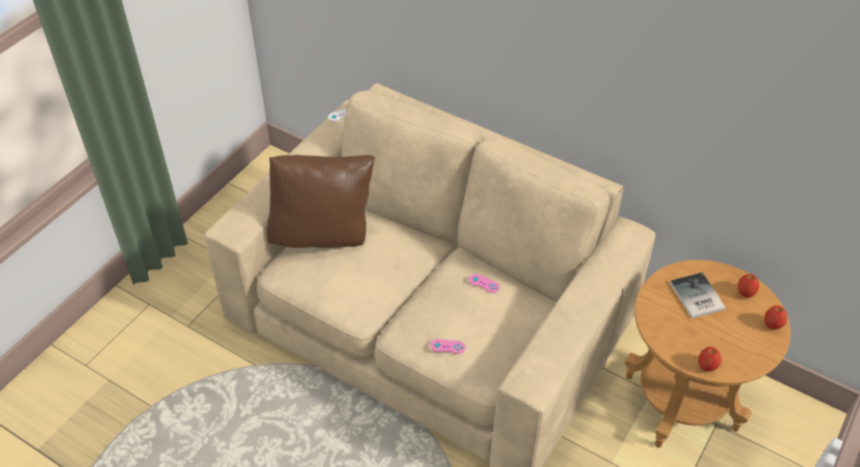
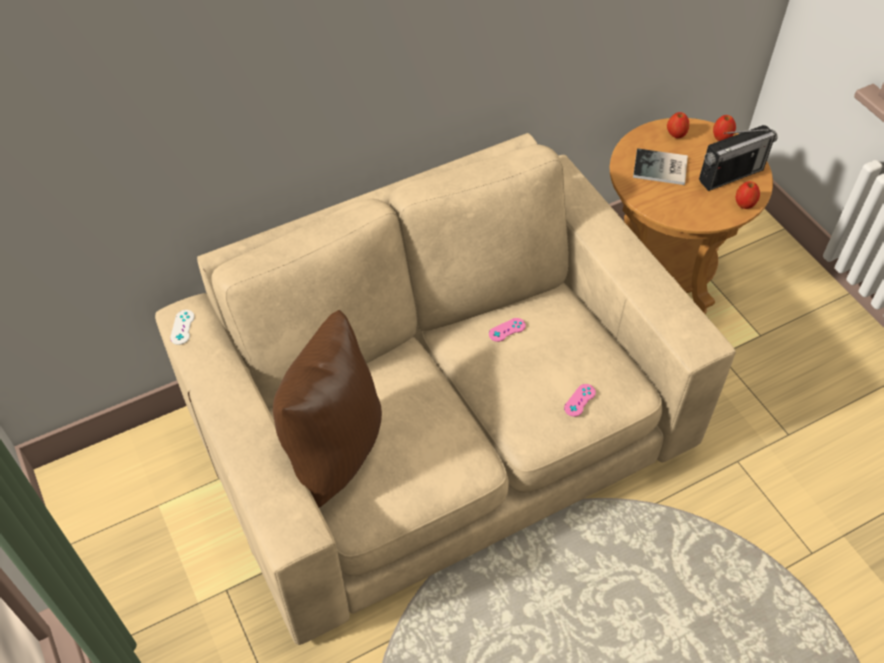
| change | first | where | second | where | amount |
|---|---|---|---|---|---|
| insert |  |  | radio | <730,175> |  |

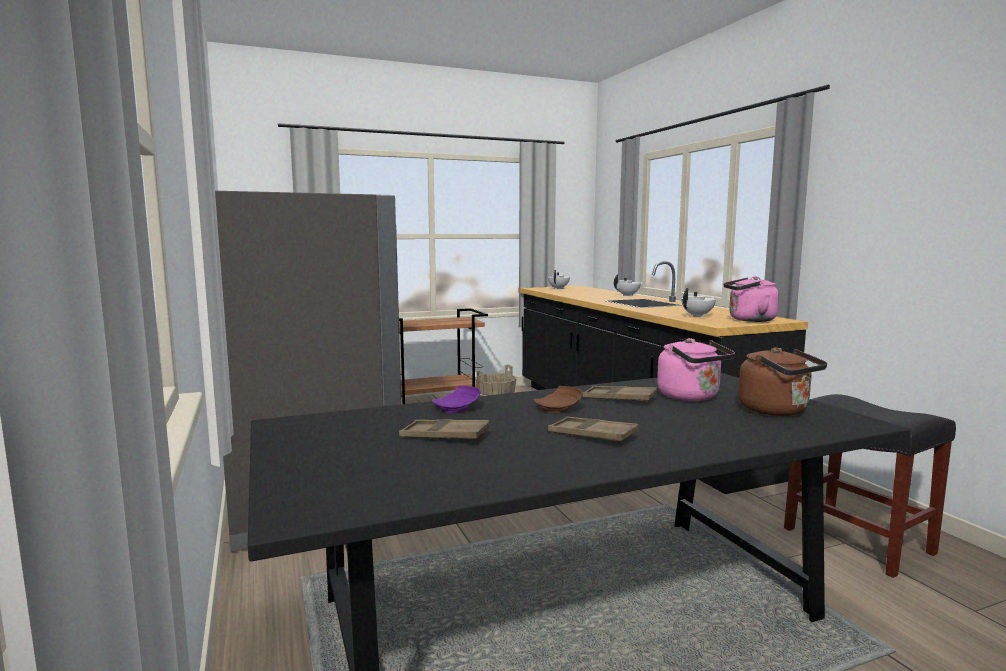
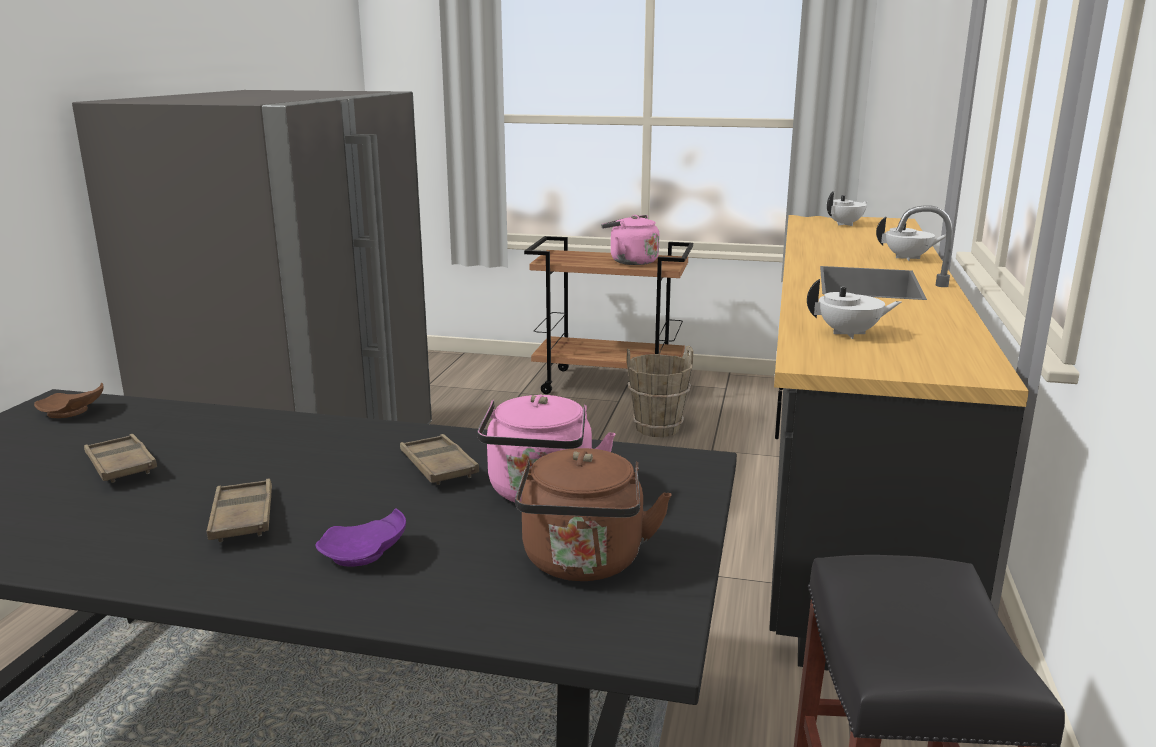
| change | first | where | second | where | amount |
|---|---|---|---|---|---|
| move | purple plate | <457,408> |  | <365,555> |  |
| move | brown plate | <558,409> |  | <72,413> |  |
| move | pink kettle | <749,320> |  | <630,261> |  |

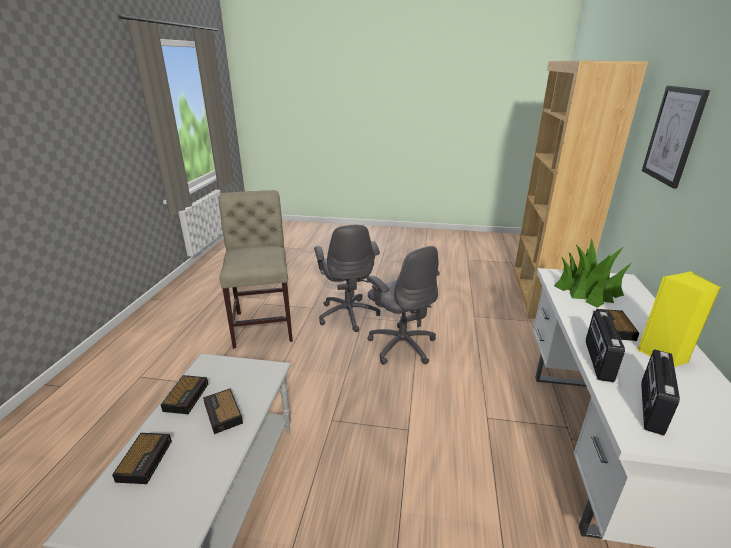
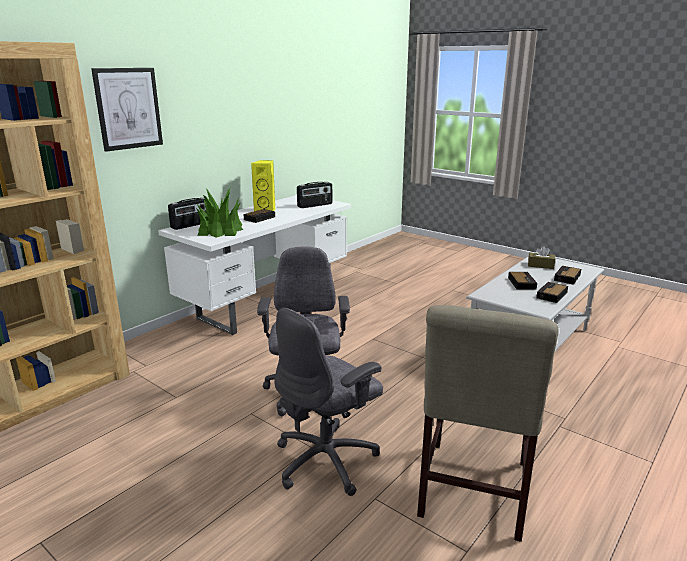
| change | first | where | second | where | amount |
|---|---|---|---|---|---|
| rotate | grey office chair | <348,314> |  | <327,460> | 150 degrees counterclockwise |
| move | radio | <597,360> |  | <191,225> |  |
| insert |  |  | brown tissue box | <540,265> |  |

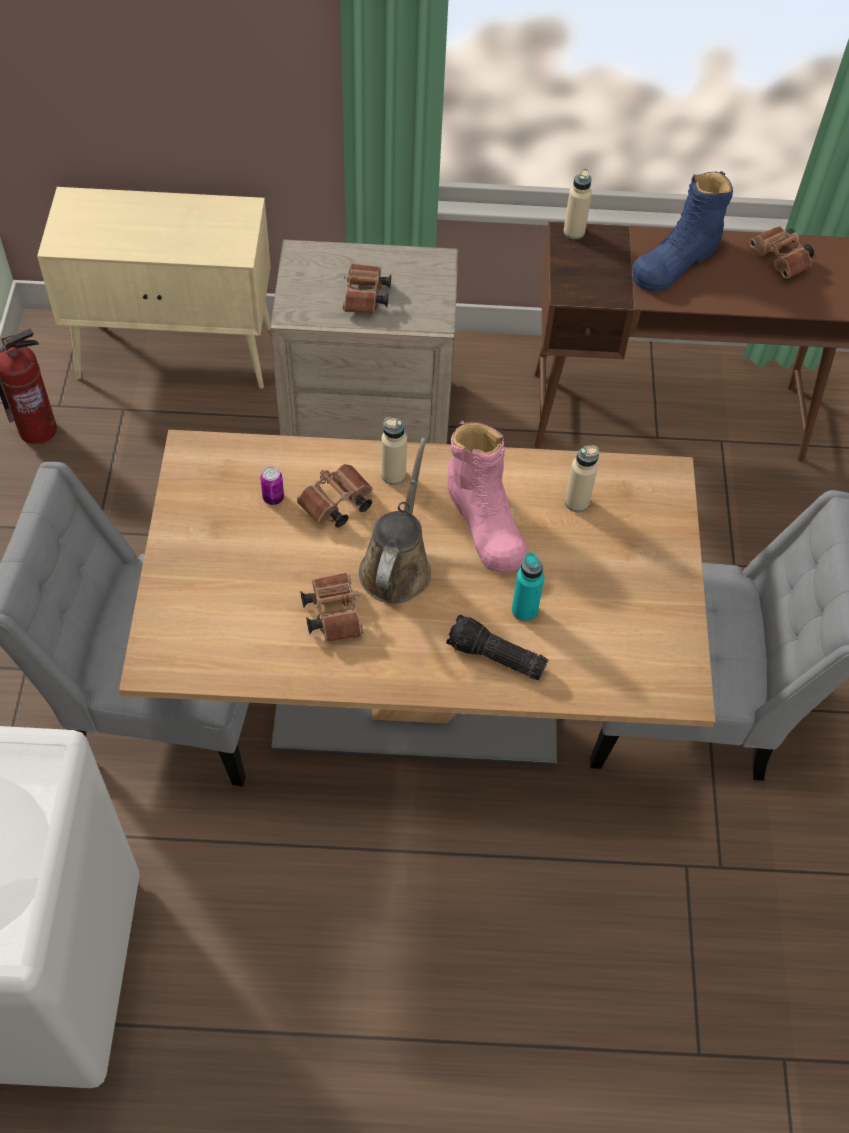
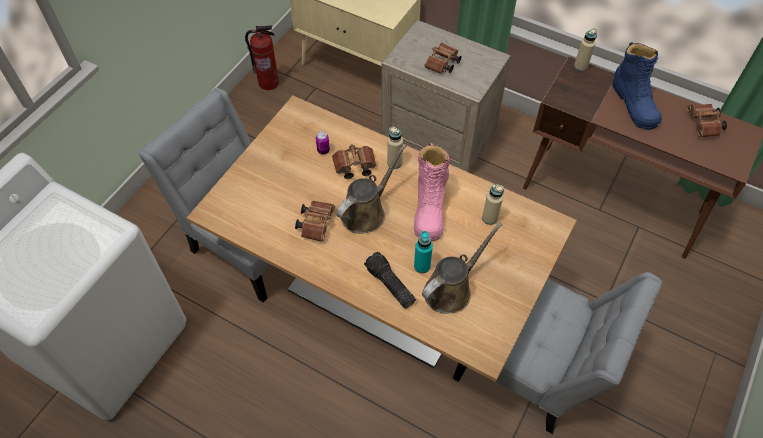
| change | first | where | second | where | amount |
|---|---|---|---|---|---|
| rotate | blue boot | <676,261> |  | <634,103> | 90 degrees counterclockwise |
| insert |  |  | brown watering can | <451,289> |  |

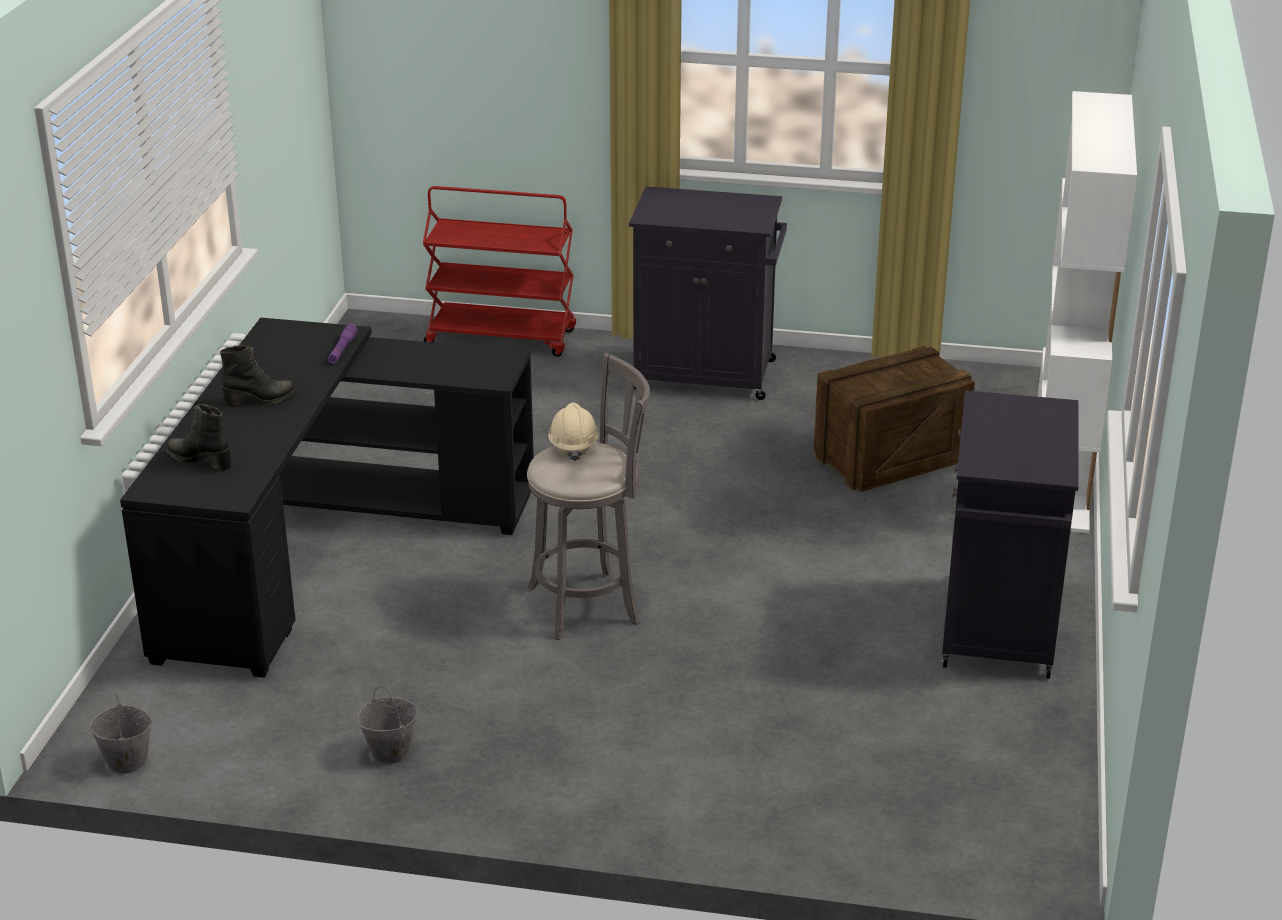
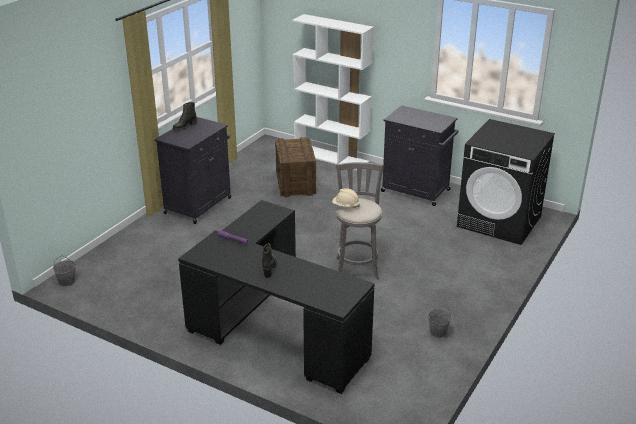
| change | first | where | second | where | amount |
|---|---|---|---|---|---|
| move | grey bucket | <126,761> |  | <67,282> |  |
| move | black boot | <200,460> |  | <184,127> |  |
| delete | red cart | <502,337> |  |  |  |
| insert |  |  | black washing machine | <499,221> |  |

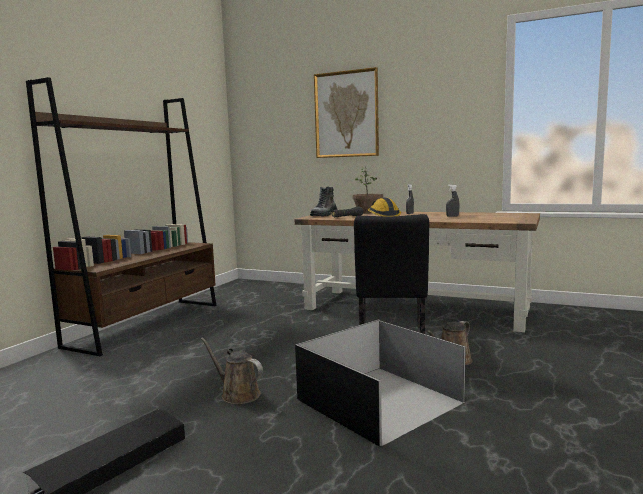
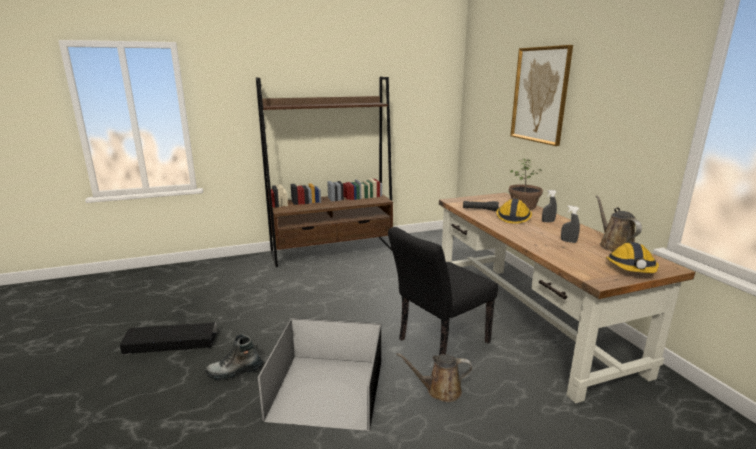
| change | first | where | second | where | amount |
|---|---|---|---|---|---|
| move | brown watering can | <237,394> |  | <614,245> |  |
| move | boot | <324,215> |  | <235,372> |  |
| insert |  |  | hard hat | <631,269> |  |

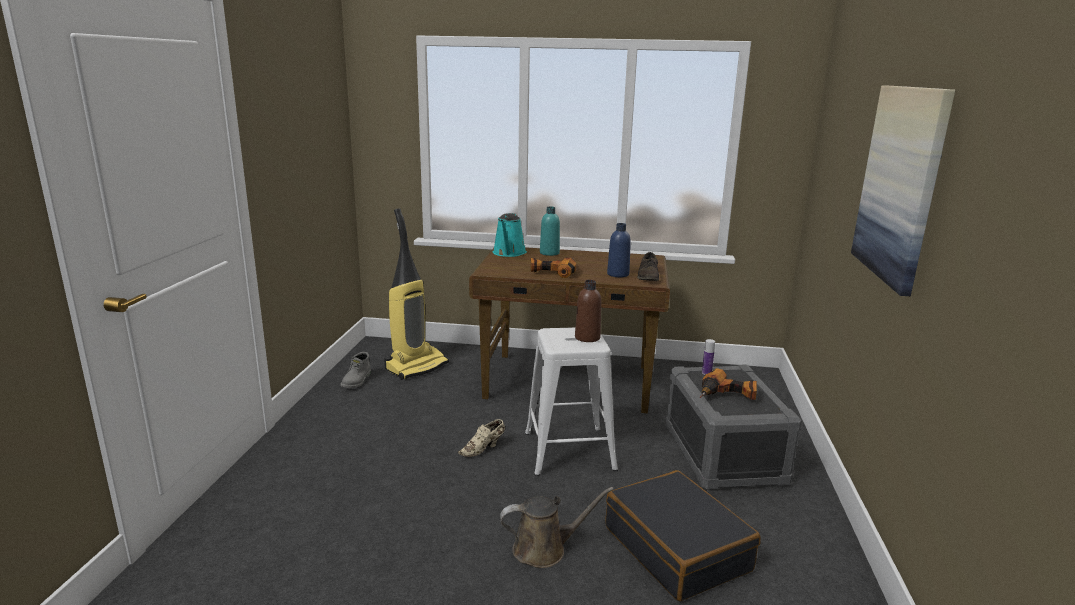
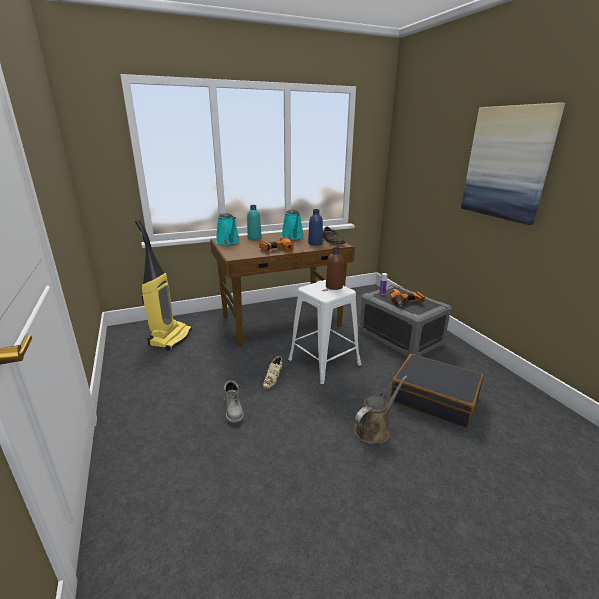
| change | first | where | second | where | amount |
|---|---|---|---|---|---|
| move | grey boot | <357,381> |  | <234,410> |  |
| insert |  |  | turquoise watering can | <293,237> |  |

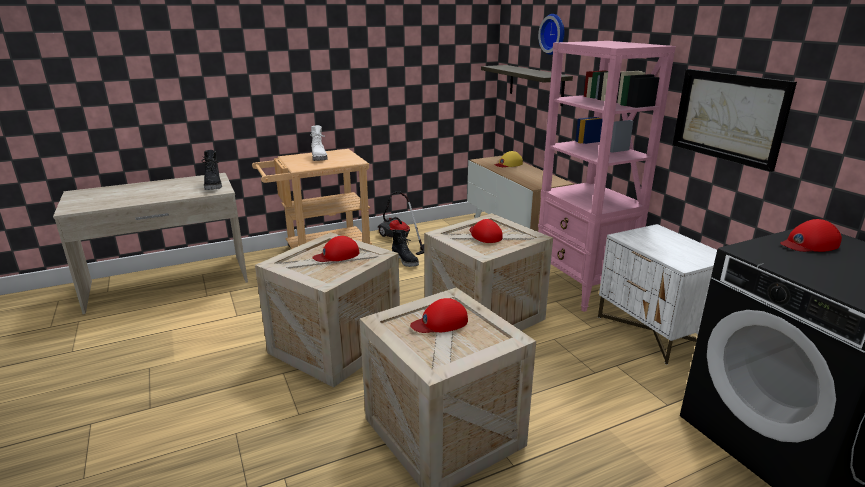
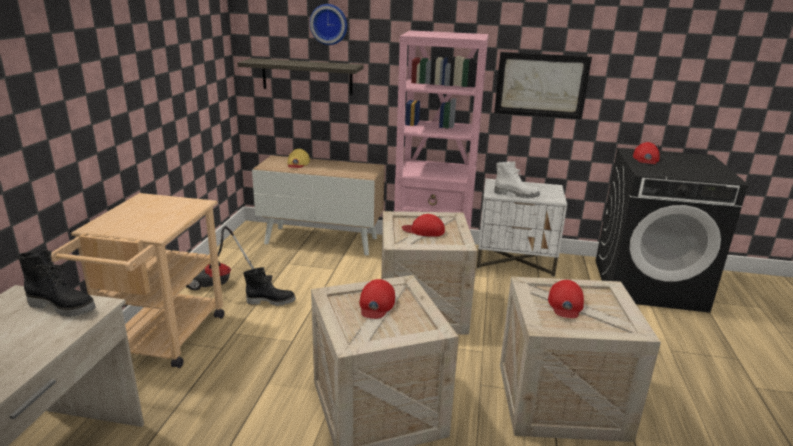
| change | first | where | second | where | amount |
|---|---|---|---|---|---|
| move | white boot | <319,158> |  | <516,194> |  |

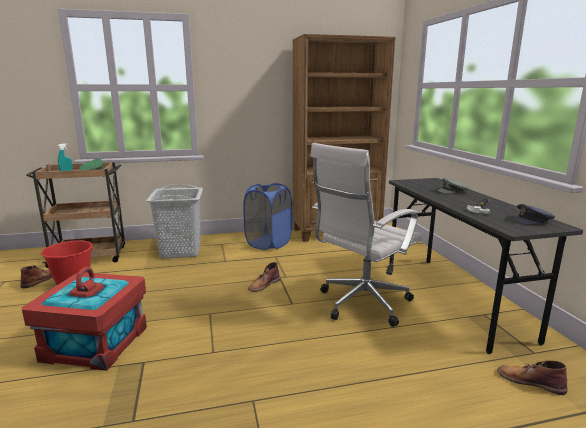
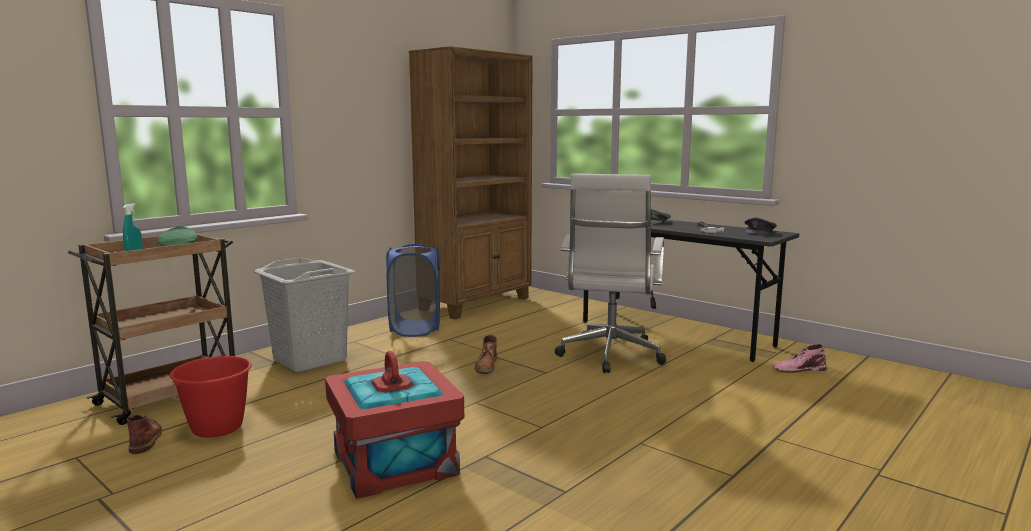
| change | first | where | second | where | amount |
|---|---|---|---|---|---|
| recolor | brown boot | <529,381> | pink boot | <798,369> |  |

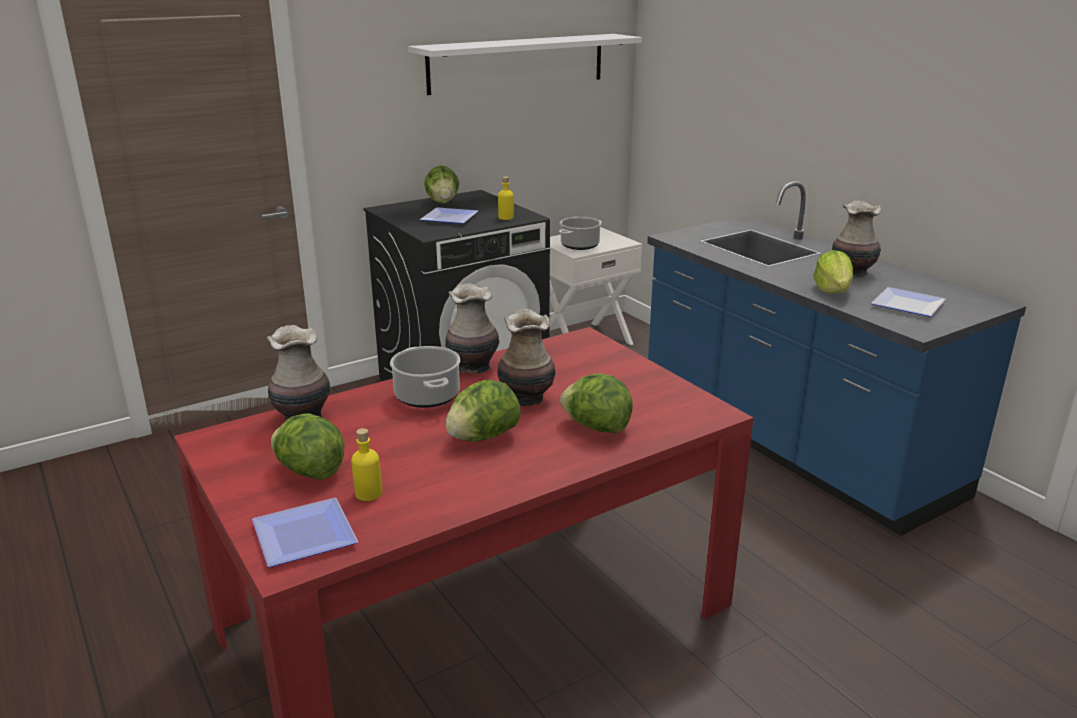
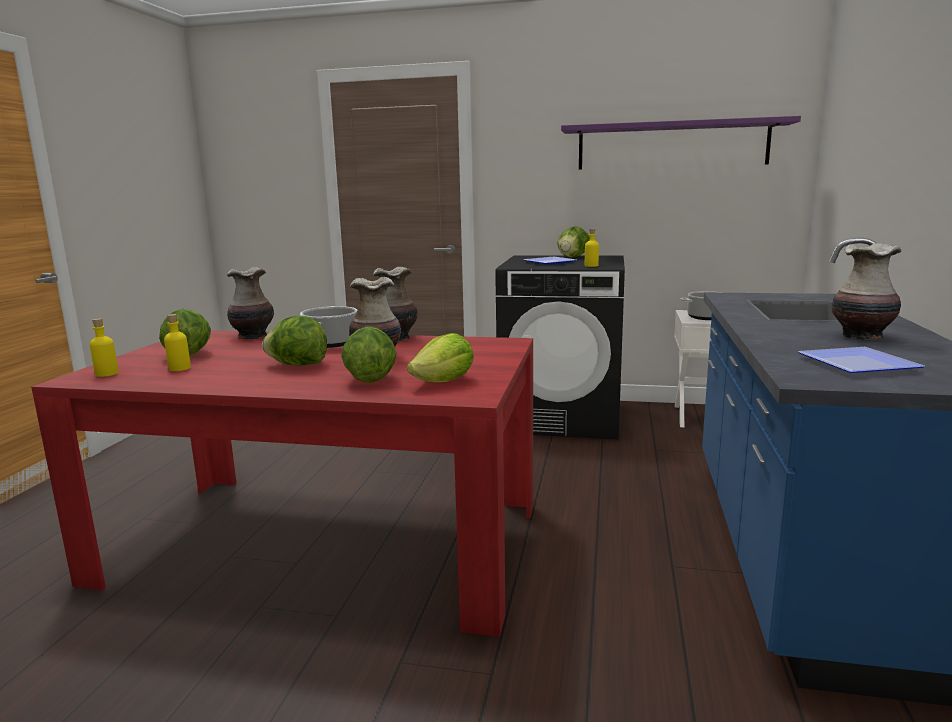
| change | first | where | second | where | amount |
|---|---|---|---|---|---|
| replace | plate | <302,538> | yellow bottle | <107,373> |  |
| recolor | white shelf | <517,63> | purple shelf | <672,145> |  |
| move | lettuce | <832,291> |  | <444,382> |  |

